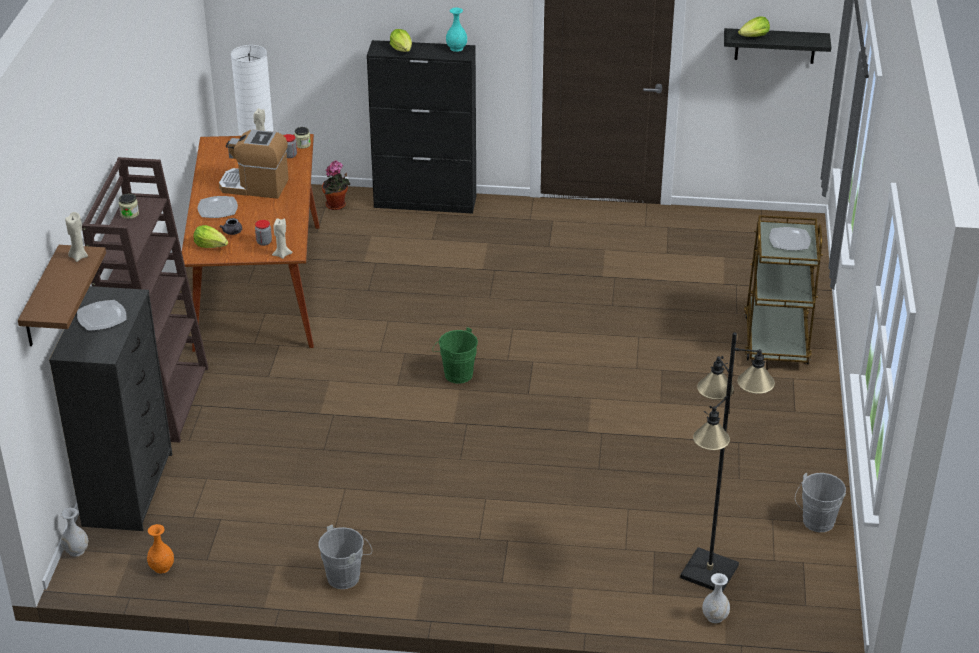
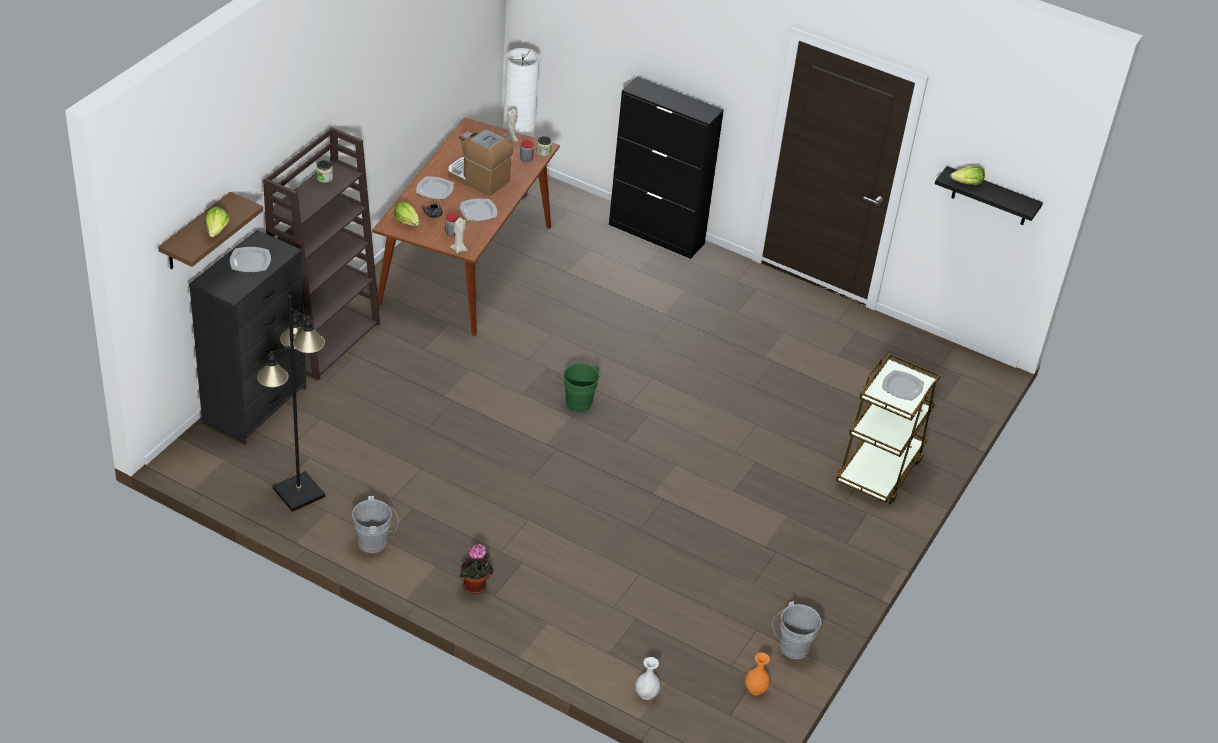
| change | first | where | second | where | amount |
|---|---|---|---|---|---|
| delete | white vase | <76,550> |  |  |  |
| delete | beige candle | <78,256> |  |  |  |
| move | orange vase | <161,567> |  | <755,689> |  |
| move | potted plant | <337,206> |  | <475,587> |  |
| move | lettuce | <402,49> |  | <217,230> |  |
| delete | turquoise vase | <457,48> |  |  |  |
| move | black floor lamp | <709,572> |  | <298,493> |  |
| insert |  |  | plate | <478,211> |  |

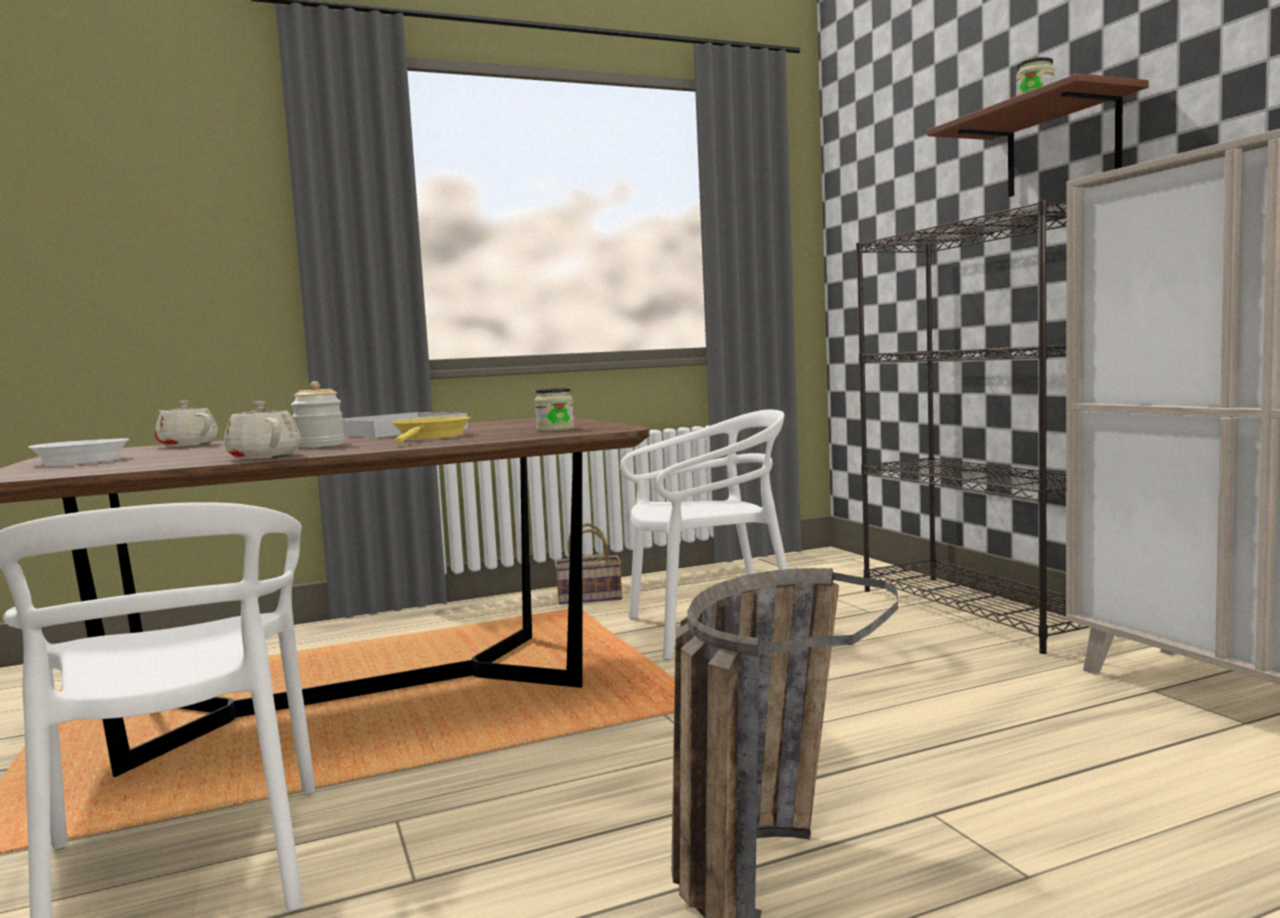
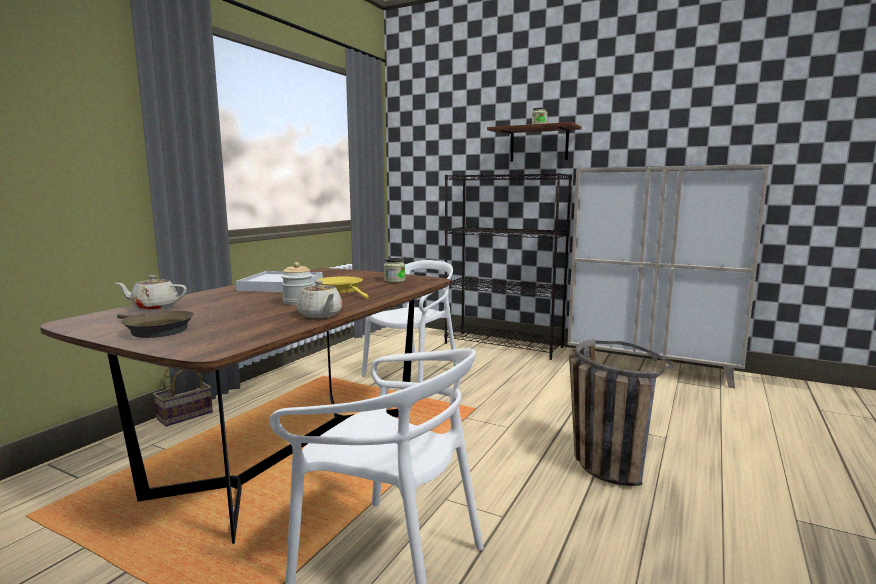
| change | first | where | second | where | amount |
|---|---|---|---|---|---|
| recolor | white frying pan | <83,460> | brown frying pan | <155,330> |  |
| rotate | beige teapot | <263,457> |  | <320,315> | 135 degrees counterclockwise |
| move | basket | <588,598> |  | <184,416> |  |

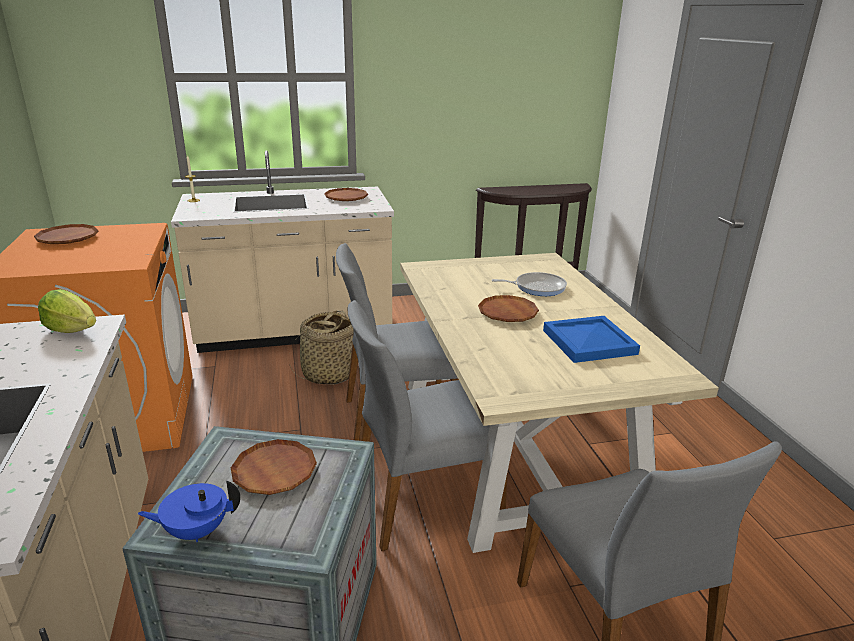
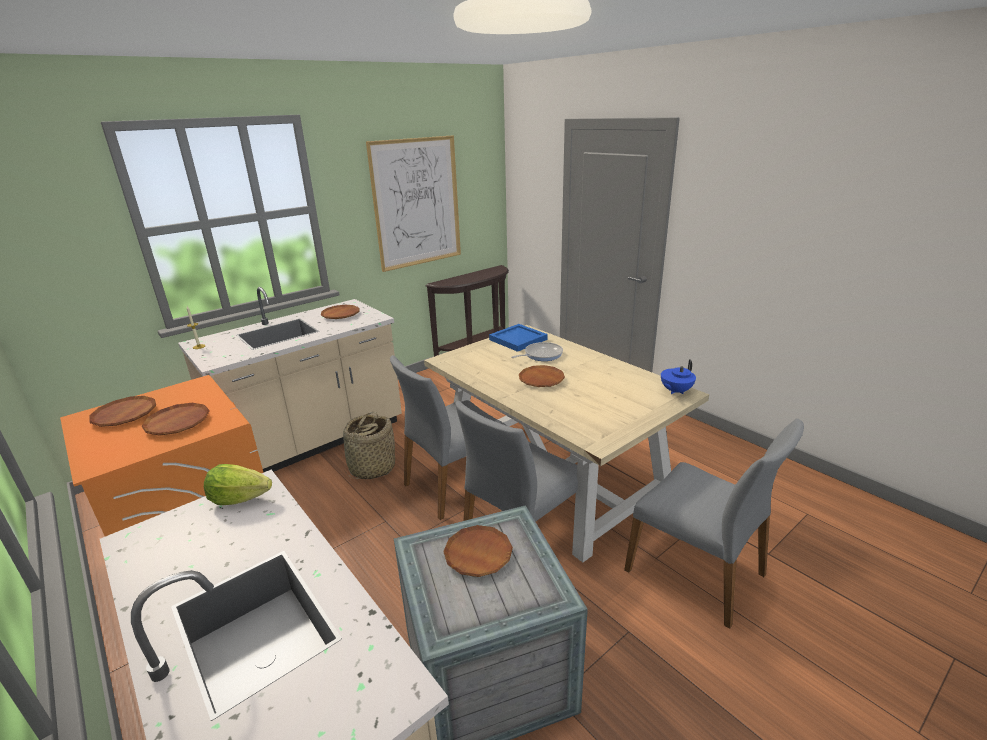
| change | first | where | second | where | amount |
|---|---|---|---|---|---|
| move | blue teapot | <196,530> |  | <675,391> |  |
| move | blue tray | <590,342> |  | <519,339> |  |
| insert |  |  | brown plate | <178,423> |  |
| insert |  |  | picture | <416,203> |  |

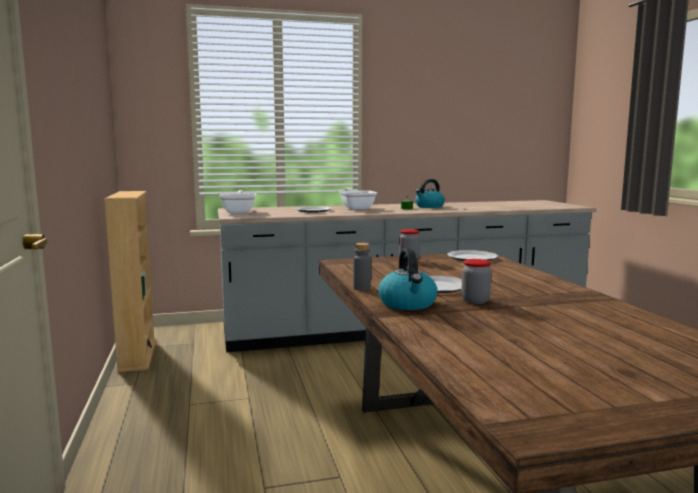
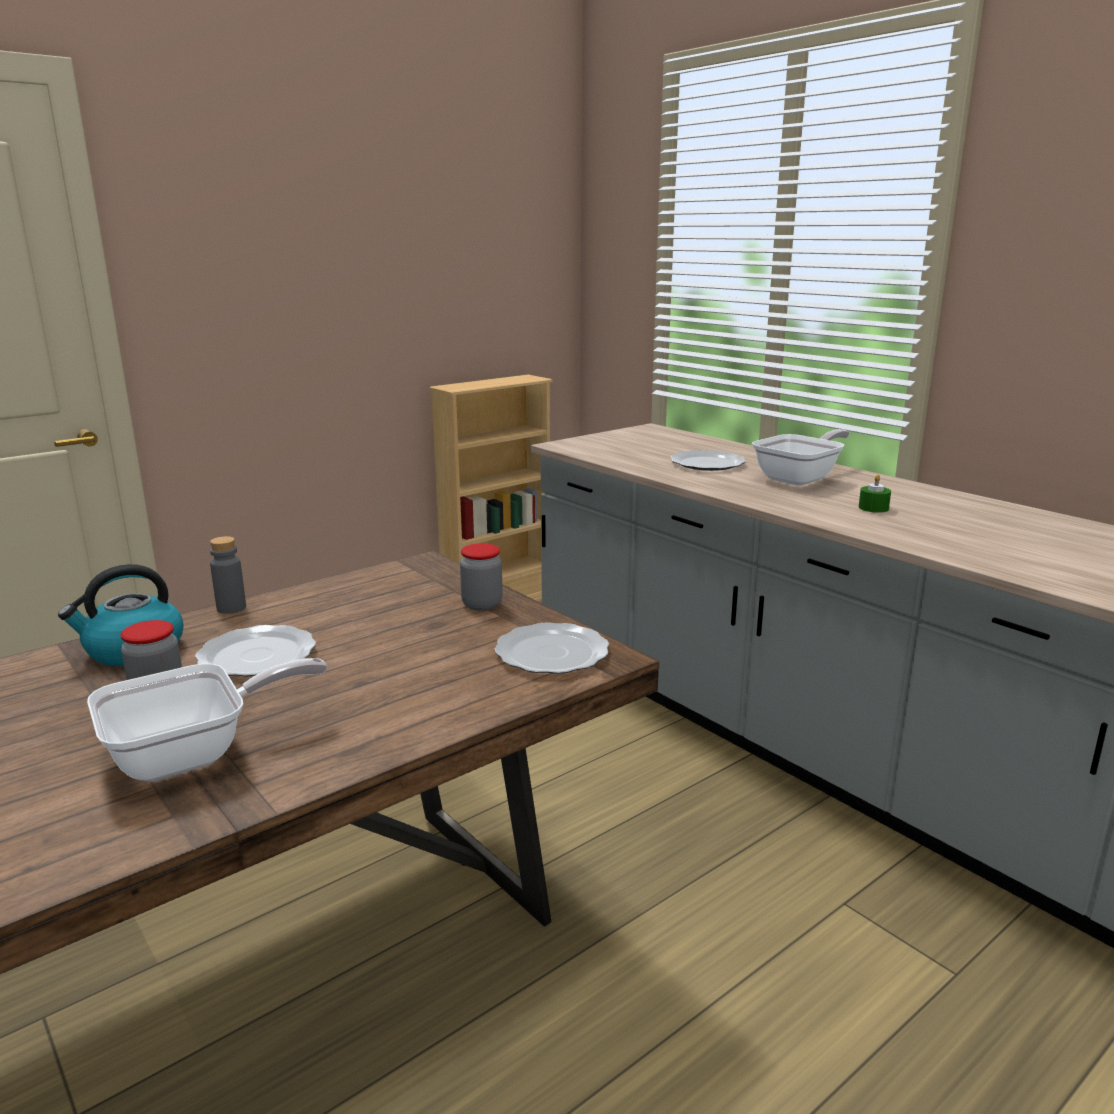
| change | first | where | second | where | amount |
|---|---|---|---|---|---|
| move | frying pan | <239,212> |  | <194,754> |  |
| delete | kettle | <429,206> |  |  |  |

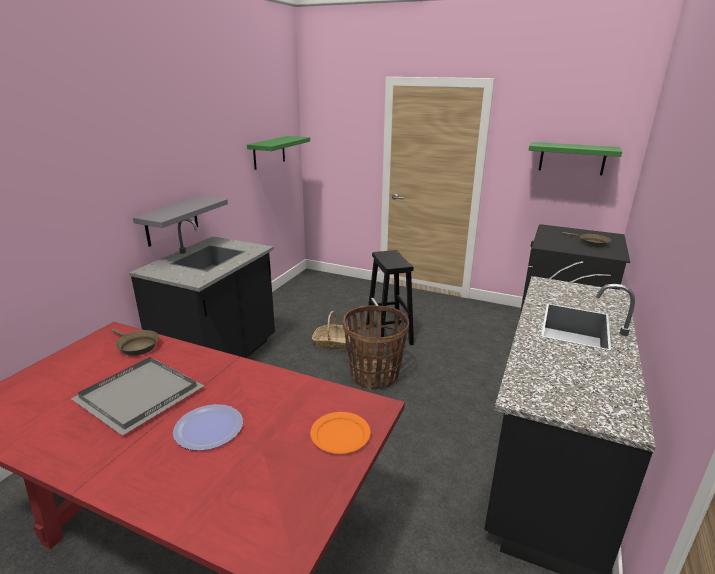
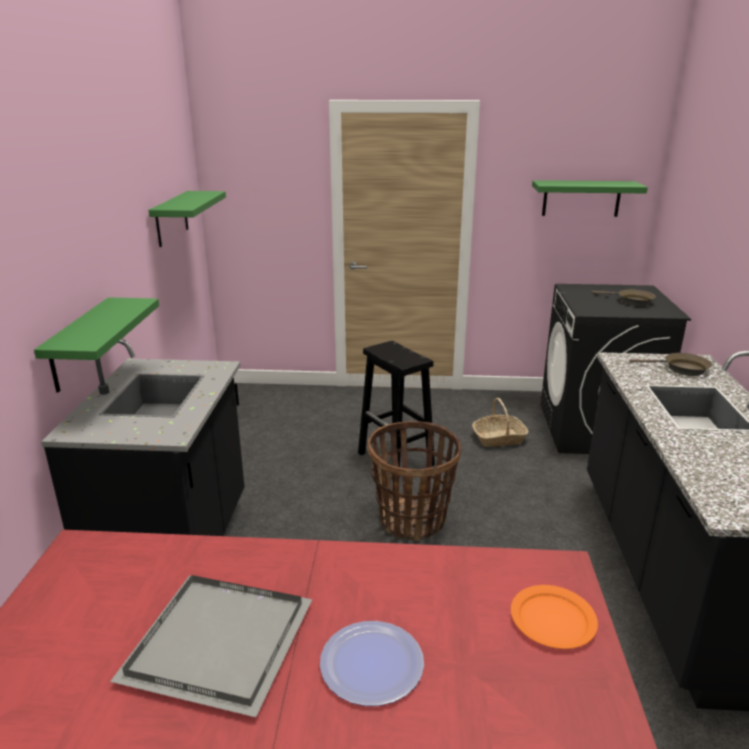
| change | first | where | second | where | amount |
|---|---|---|---|---|---|
| move | brown frying pan | <136,346> |  | <681,369> |  |
| recolor | grey shelf | <172,221> | green shelf | <79,344> |  |
| move | basket | <333,343> |  | <499,438> |  |

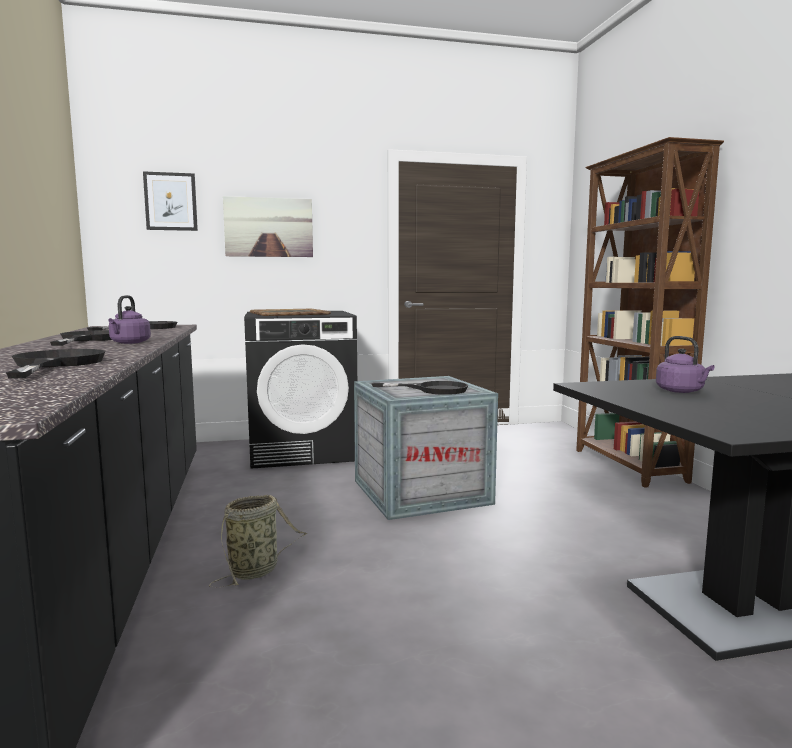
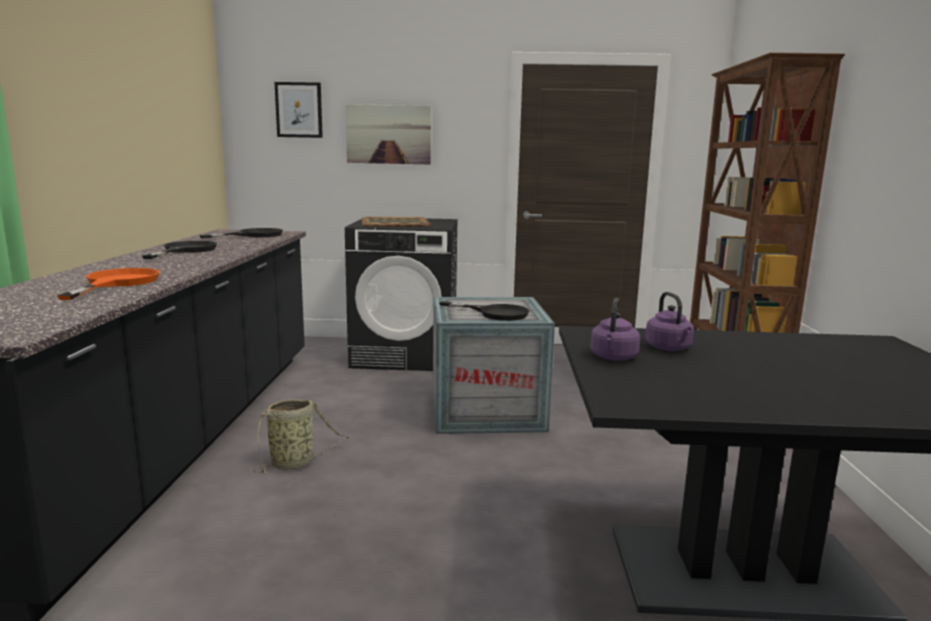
| change | first | where | second | where | amount |
|---|---|---|---|---|---|
| recolor | black frying pan | <55,364> | orange frying pan | <116,283> |  |
| move | purple kettle | <129,343> |  | <613,357> |  |

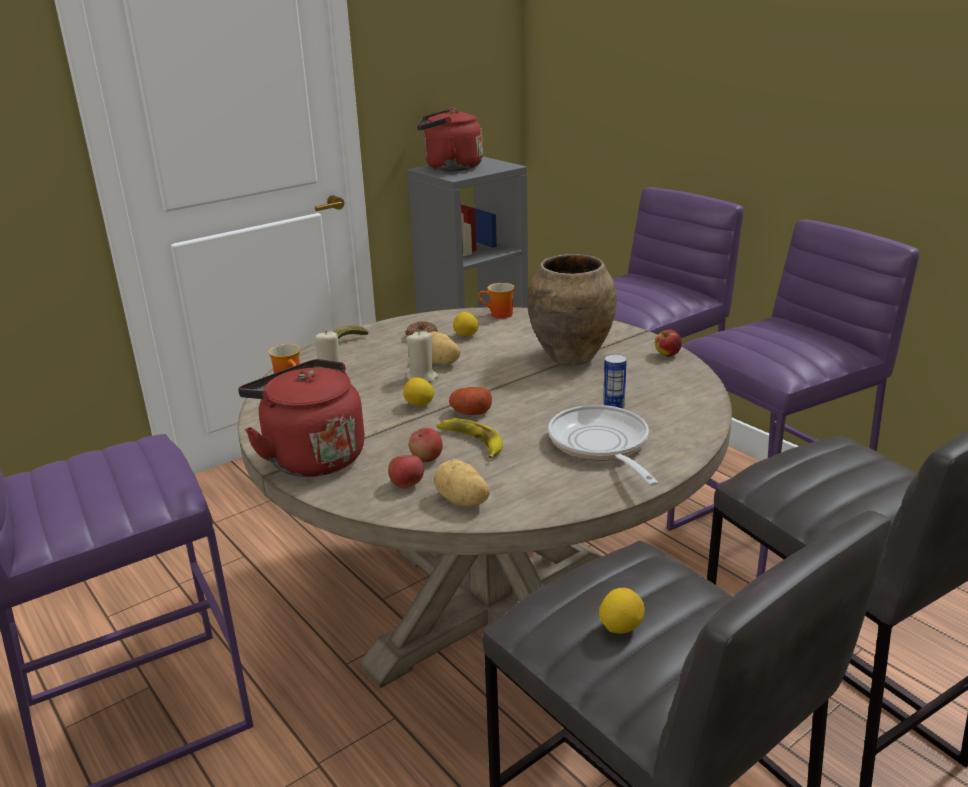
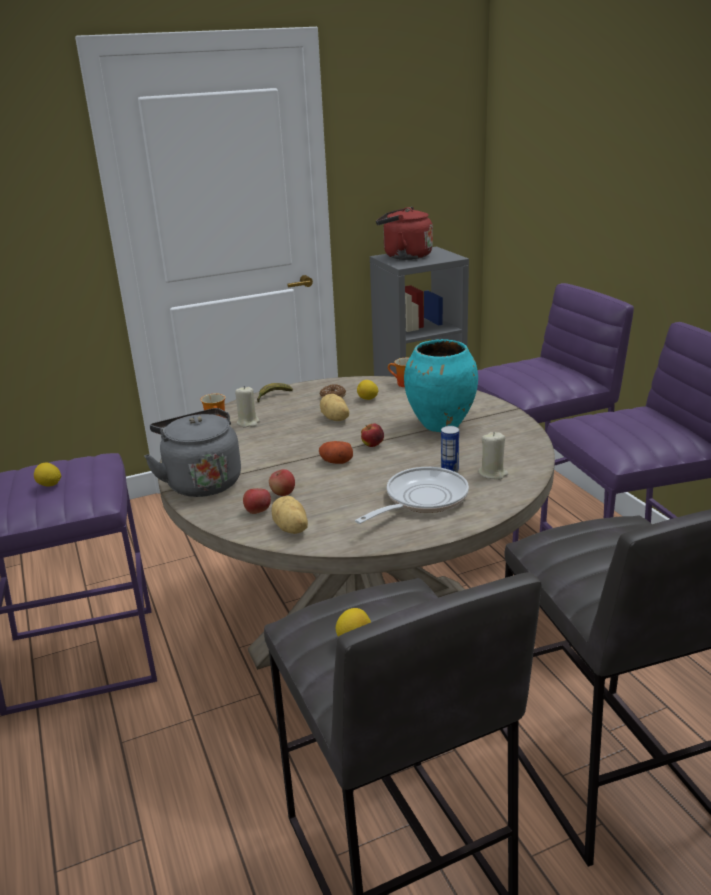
| change | first | where | second | where | amount |
|---|---|---|---|---|---|
| recolor | red kettle | <311,457> | grey kettle | <201,482> |  |
| move | lemon | <419,405> |  | <49,485> |  |
| move | beige candle | <422,377> |  | <493,473> |  |
| delete | banana | <471,442> |  |  |  |
| recolor | brown vase | <572,358> | turquoise vase | <441,425> |  |
| rotate | frying pan | <601,446> |  | <421,499> | 45 degrees clockwise |
| move | apple | <667,355> |  | <372,445> |  |

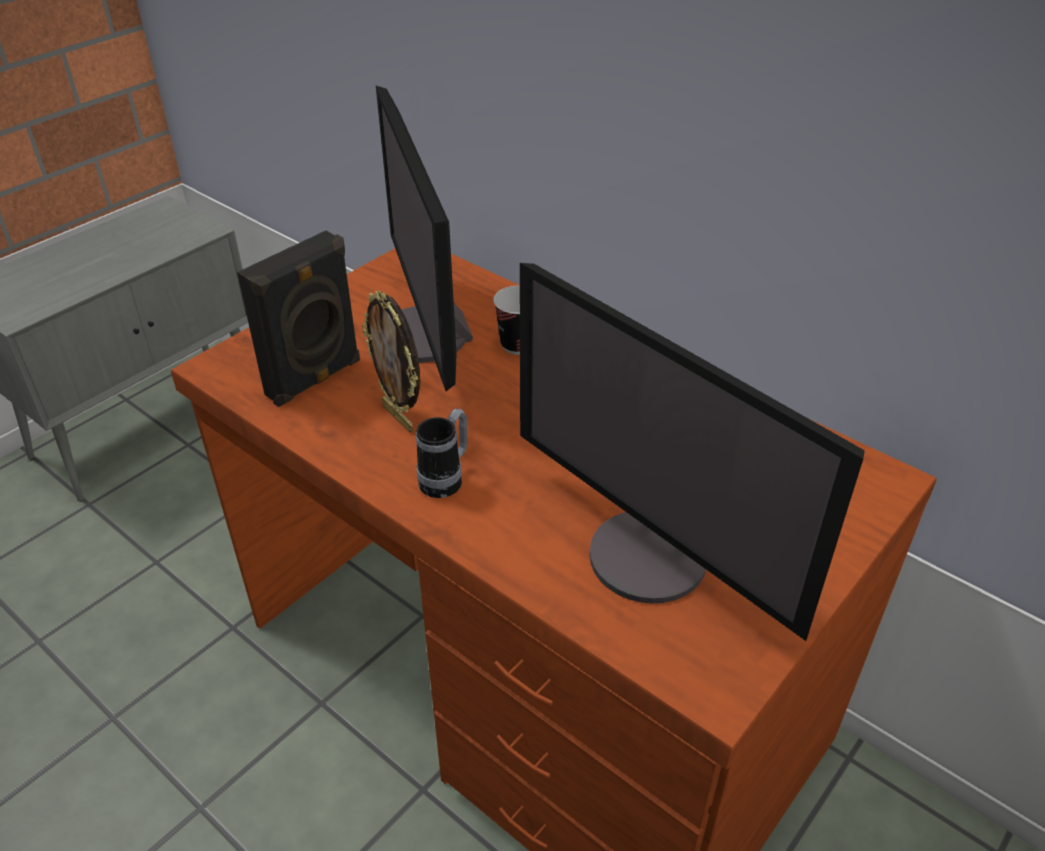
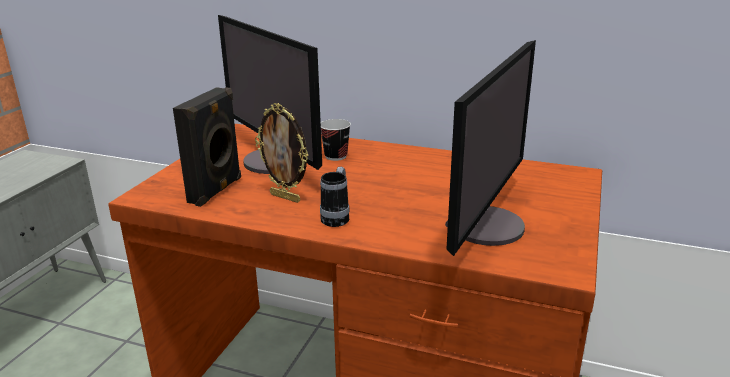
| change | first | where | second | where | amount |
|---|---|---|---|---|---|
| rotate | monitor | <652,556> |  | <484,225> | 90 degrees counterclockwise |

